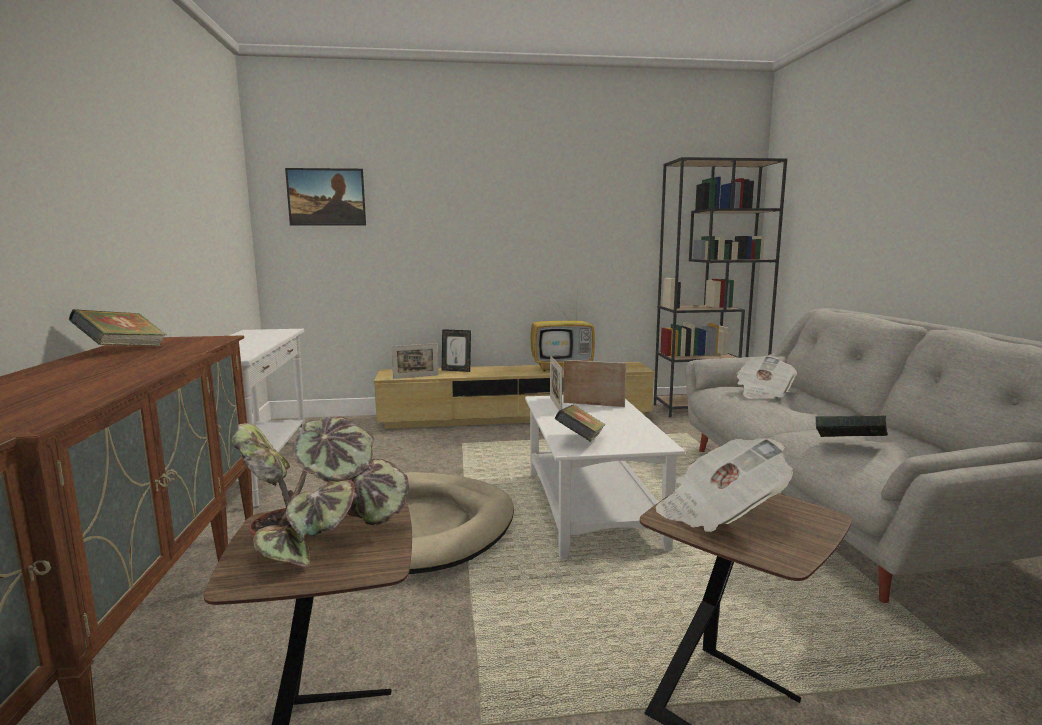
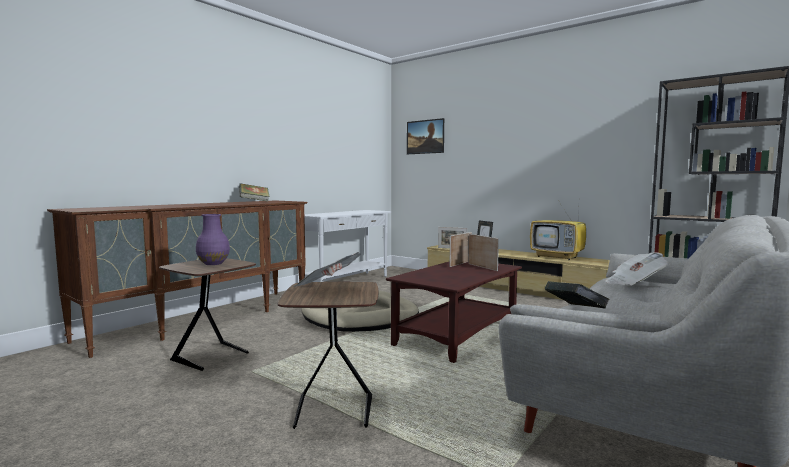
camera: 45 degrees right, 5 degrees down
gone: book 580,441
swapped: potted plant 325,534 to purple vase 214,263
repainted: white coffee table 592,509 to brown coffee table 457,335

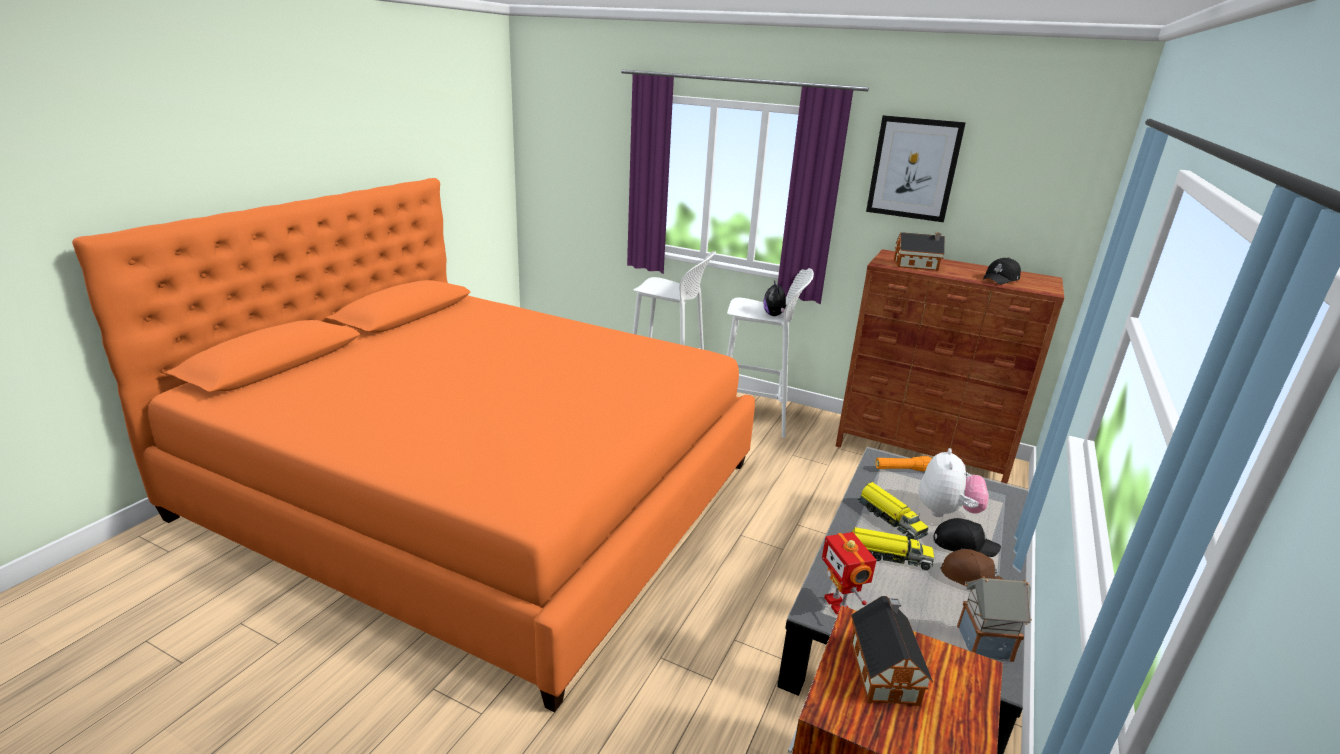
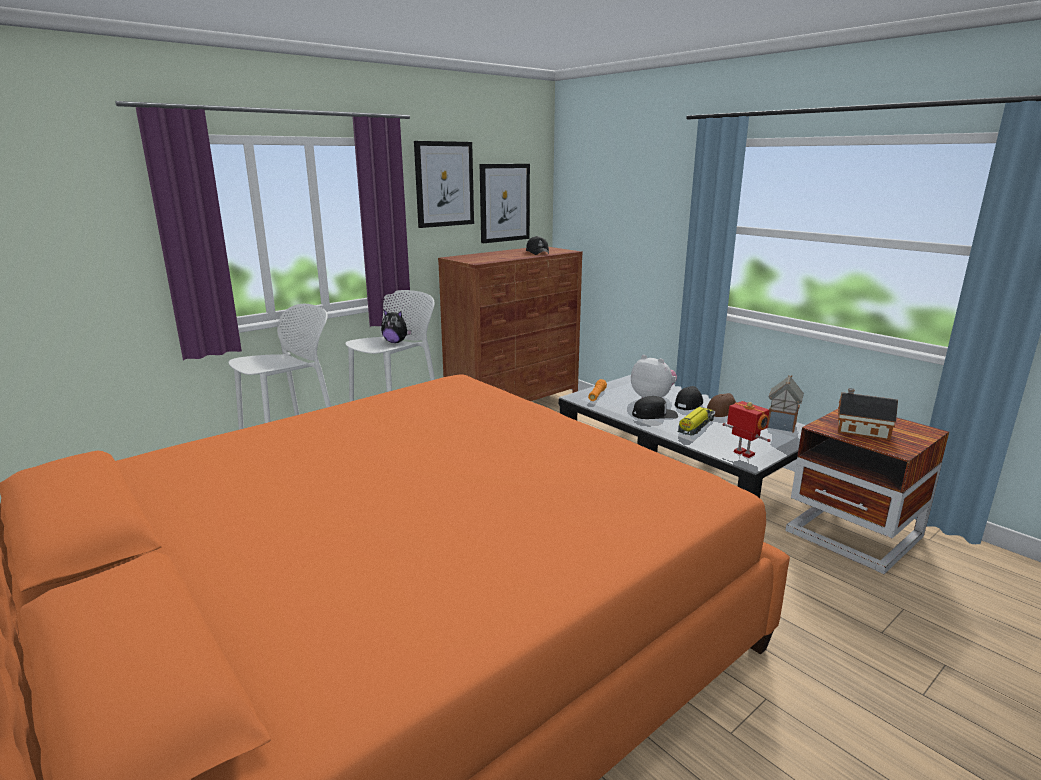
camera: 65 degrees left, 5 degrees down
gone: toy house 917,265
new: picture 504,203
swapped: toy truck 890,519 to black cap 654,415
rotated: toy robot 838,604 = 743,453 135 degrees counterclockwise

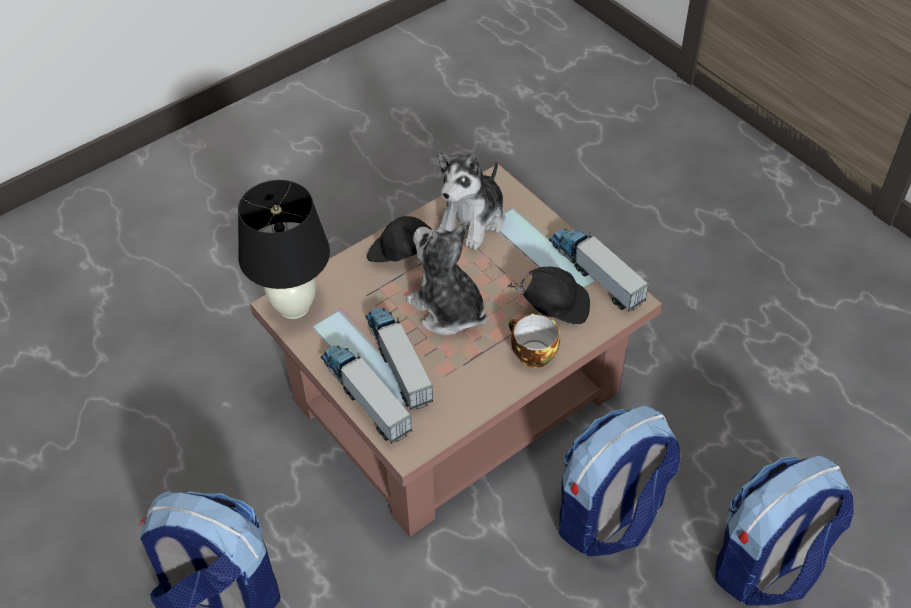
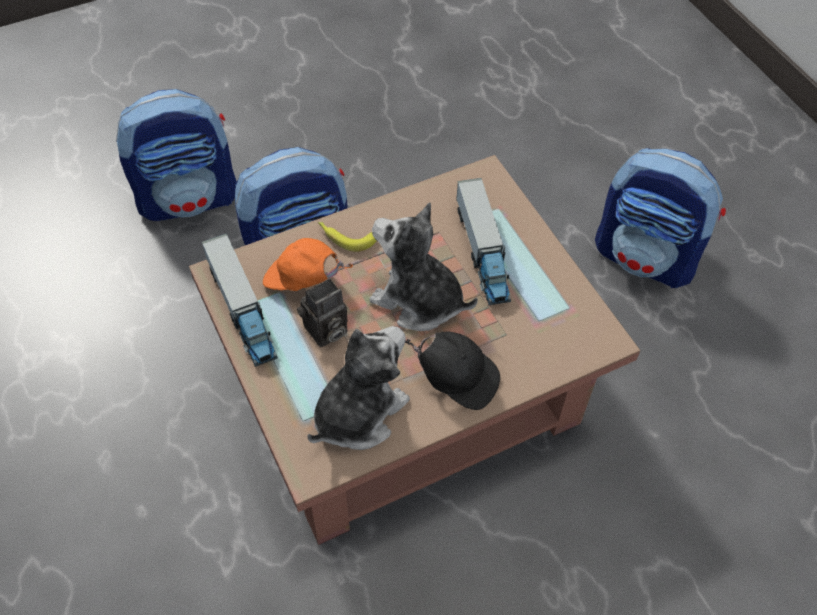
camera: 170 degrees left, 5 degrees up
gone: black table lamp 294,307; toy truck 365,397
new: photo camera 325,332
swapped: cup 531,354 to banana 346,237
repainted: black cap 554,306 to orange cap 303,281
rotated: plush toy 448,309 = 418,301 150 degrees clockwise

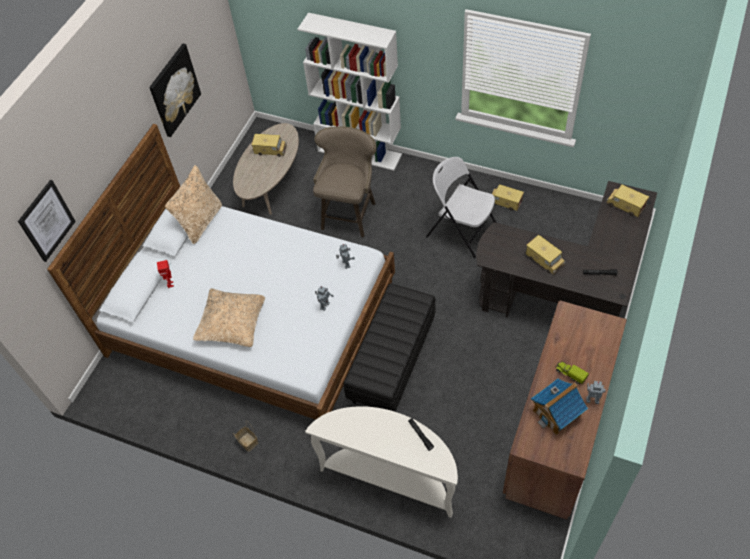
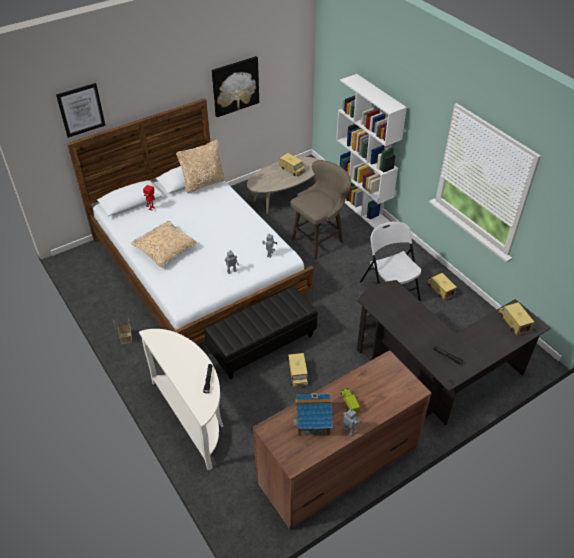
camera: 30 degrees right, 10 degrees down
shifted: toy truck 544,260 to 298,375

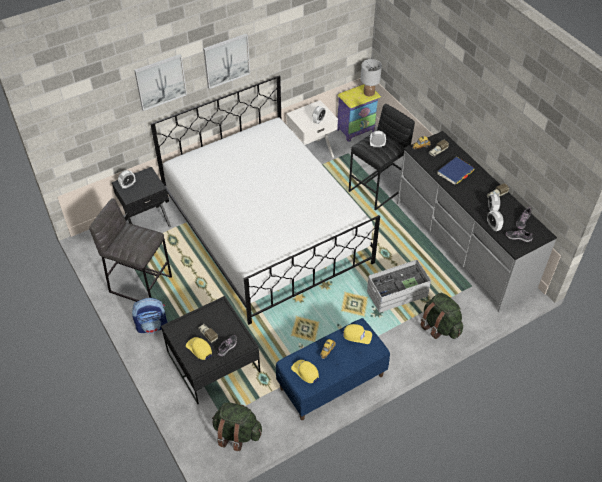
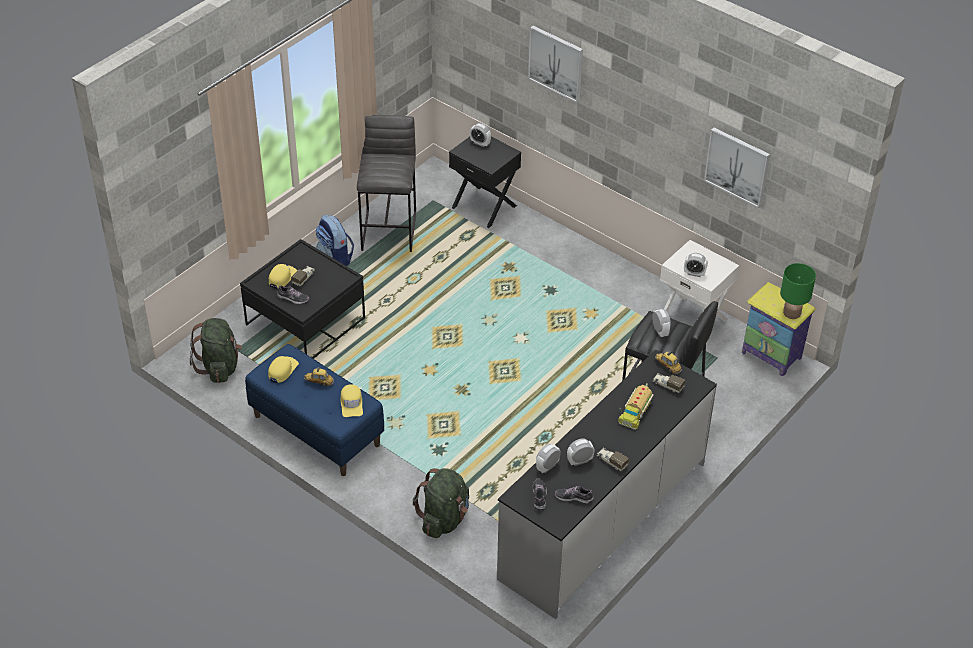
camera: 70 degrees right, 5 degrees down
gone: white bed 266,231; grey storage box 397,294
shifted: picture 226,60 to 737,166
swapped: blue book 455,172 to toy truck 635,411
repainted: grey table lamp 369,92 to green table lamp 792,313

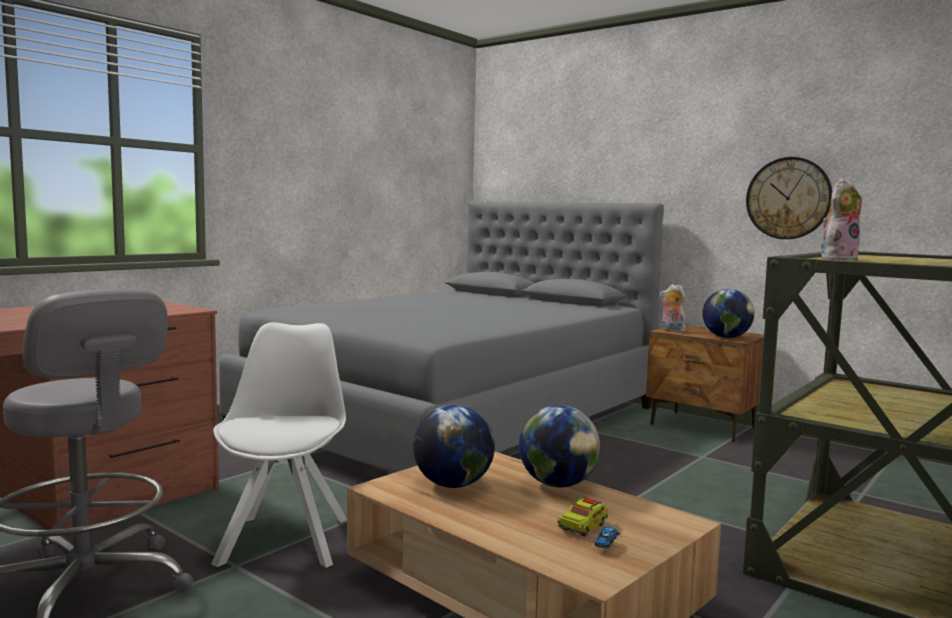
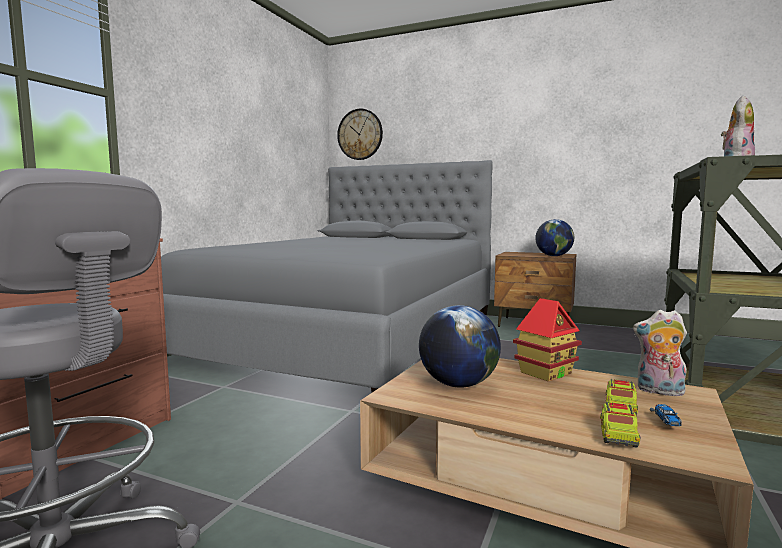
camera: 15 degrees left, 0 degrees up
gone: white chair 286,540
new: toy truck 618,435
shifted: plush toy 671,330 to 659,391; wall clock 788,198 to 360,134
swapped: globe 557,484 to toy house 545,373

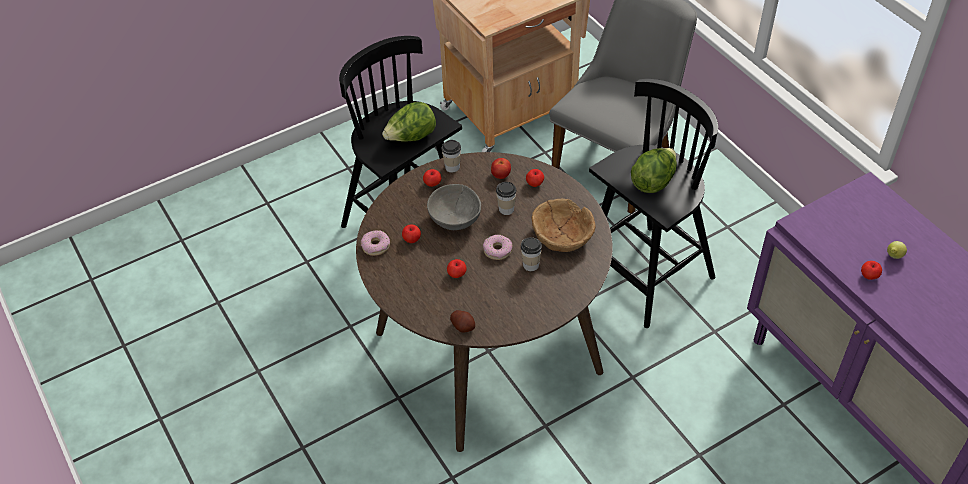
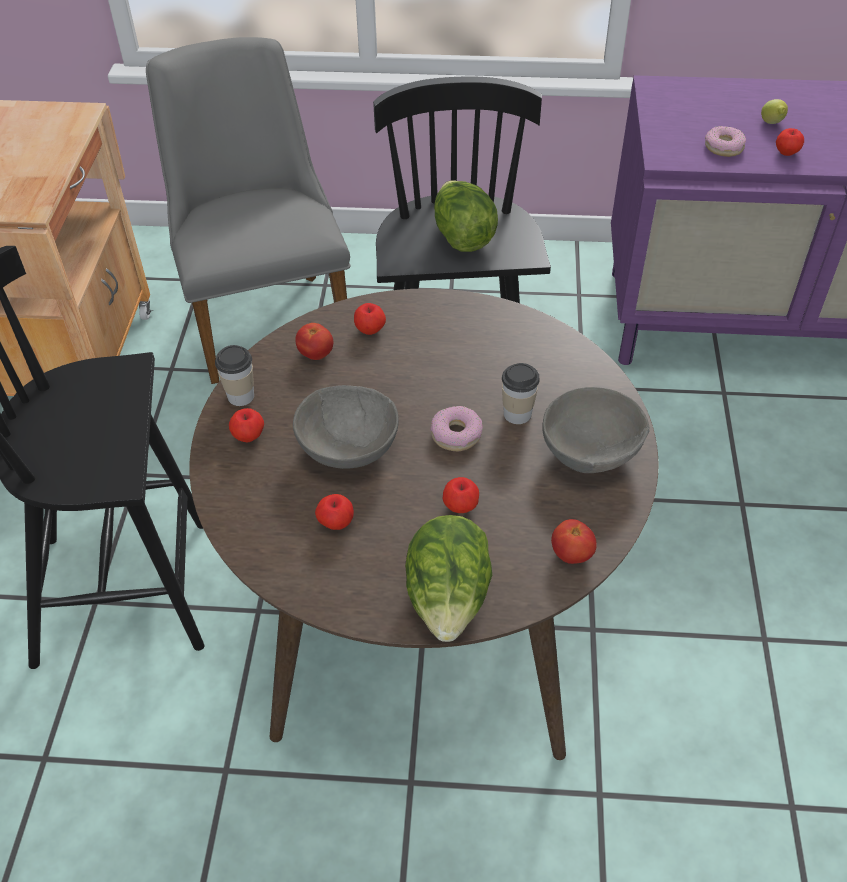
camera: 55 degrees left, 0 degrees up
gone: cup 506,209; brown bowl 562,236
new: grey bowl 591,452
shifted: donut 375,246 to 724,147; lettuce 411,138 to 448,599
swapped: potato 463,326 to tomato 571,554

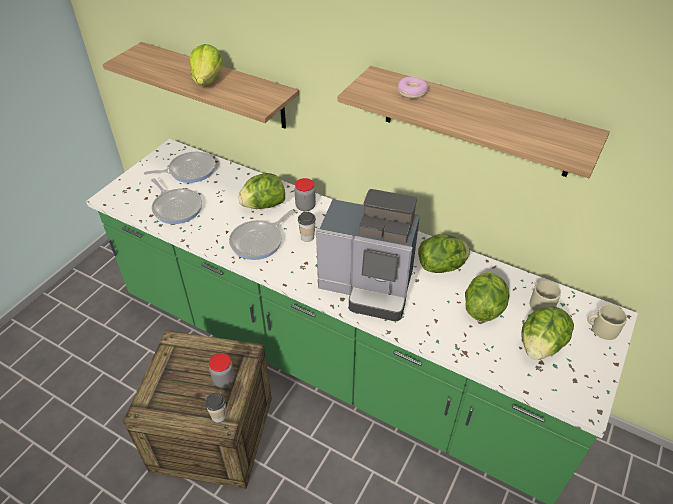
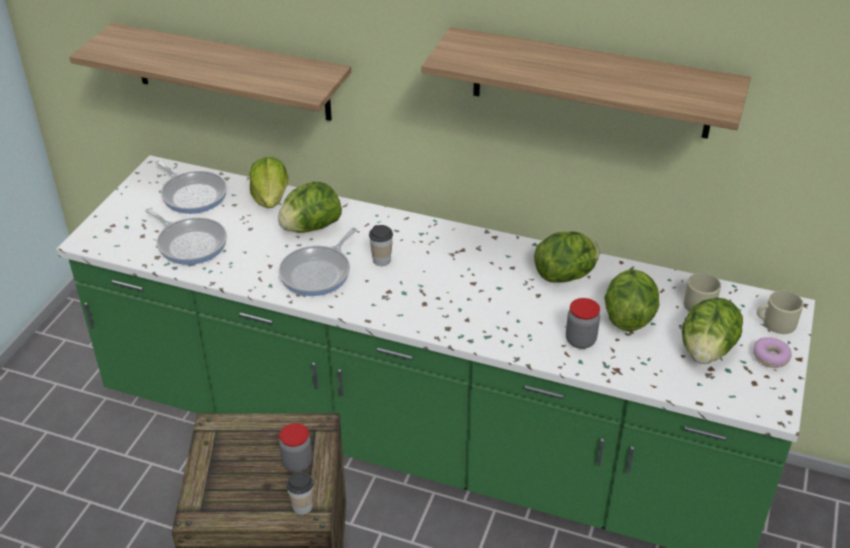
camera: 10 degrees left, 5 degrees down
gone: coffee machine 368,286
shifted: lettuce 208,80 to 271,198; jar 305,206 to 580,340; donut 412,93 to 770,357
rotated: frying pan 189,170 = 193,194 75 degrees clockwise

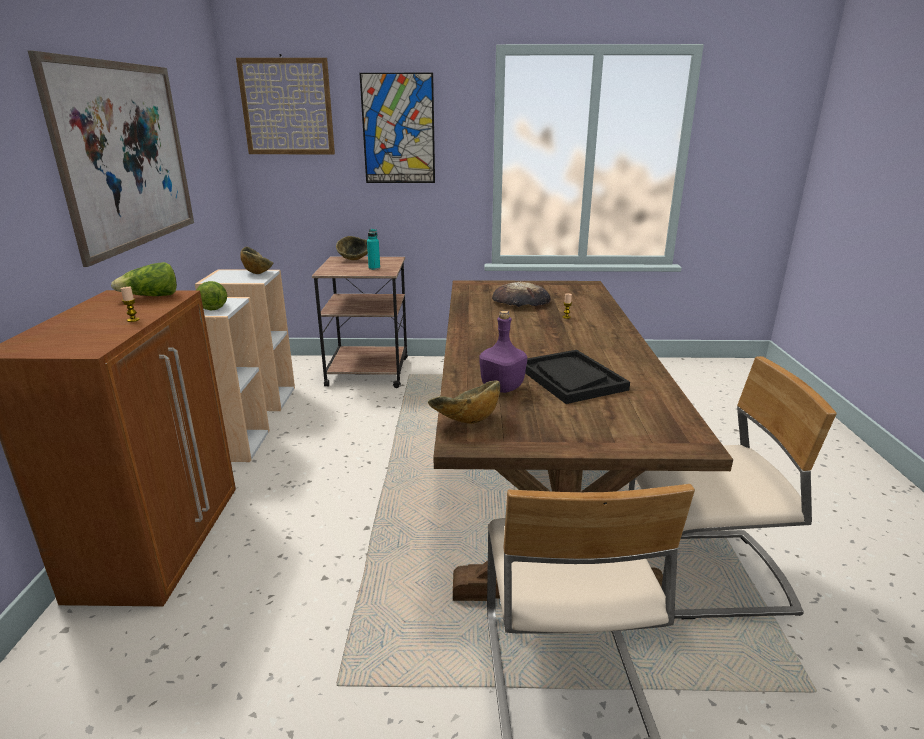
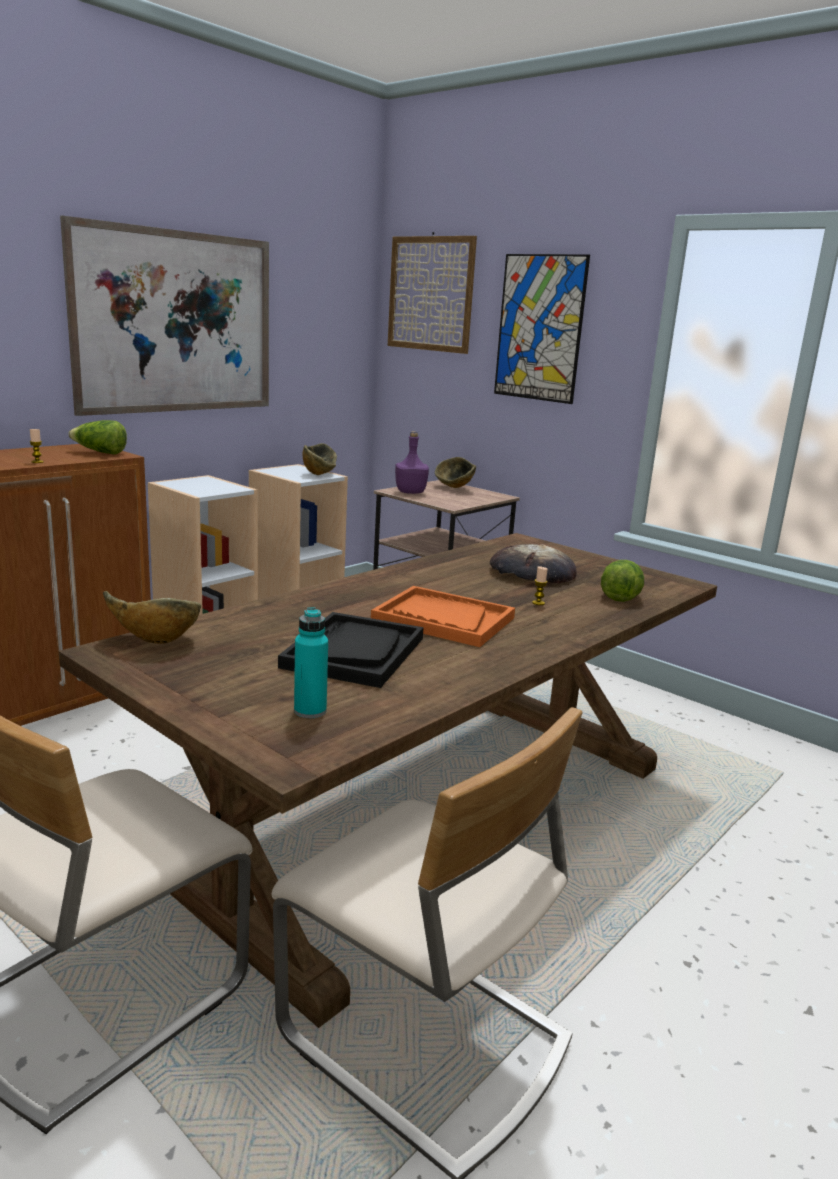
camera: 40 degrees right, 5 degrees down
new: orange tray 443,619
shifted: lettuce 212,306 to 620,595; turquoise bottle 374,268 to 310,711; purple bottle 502,387 to 411,492

